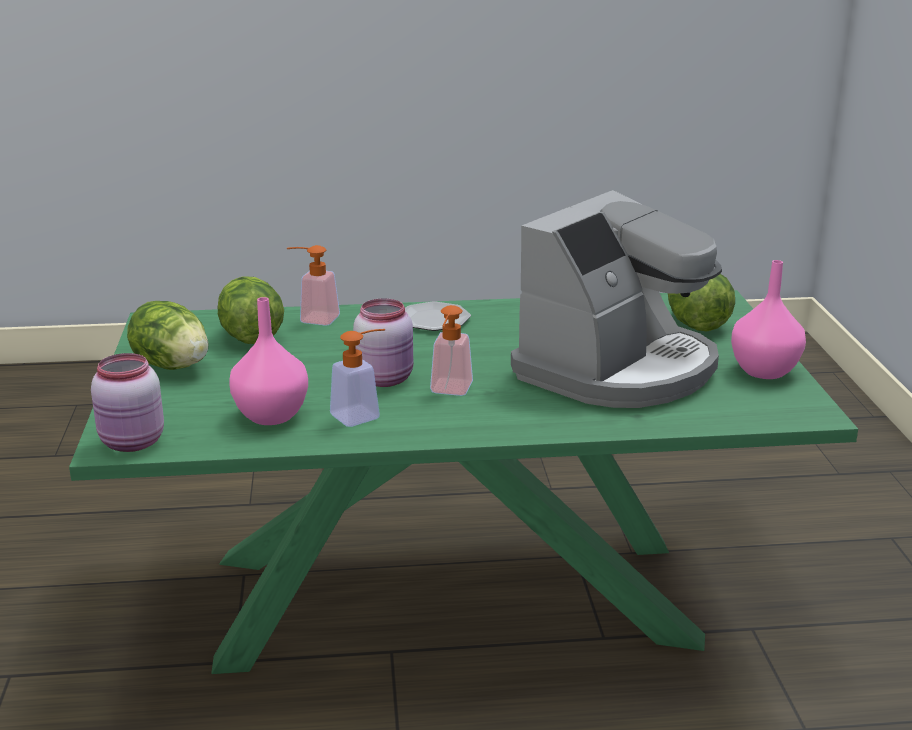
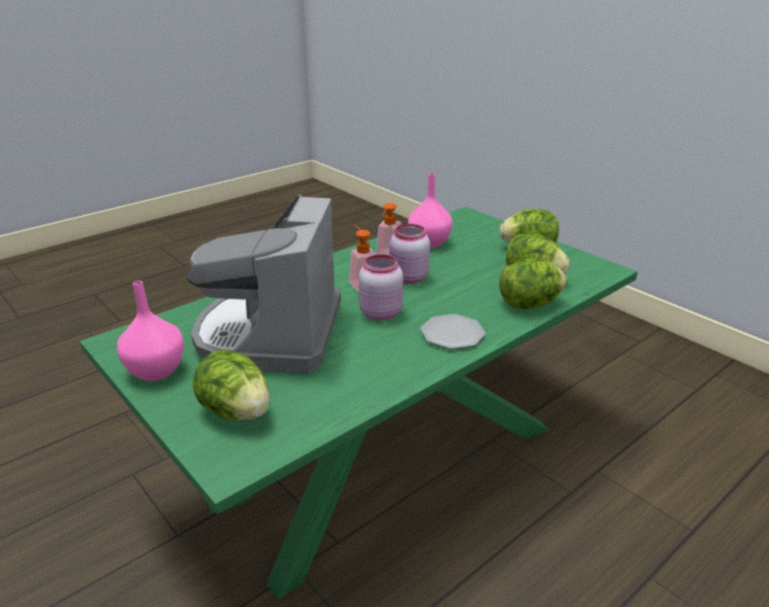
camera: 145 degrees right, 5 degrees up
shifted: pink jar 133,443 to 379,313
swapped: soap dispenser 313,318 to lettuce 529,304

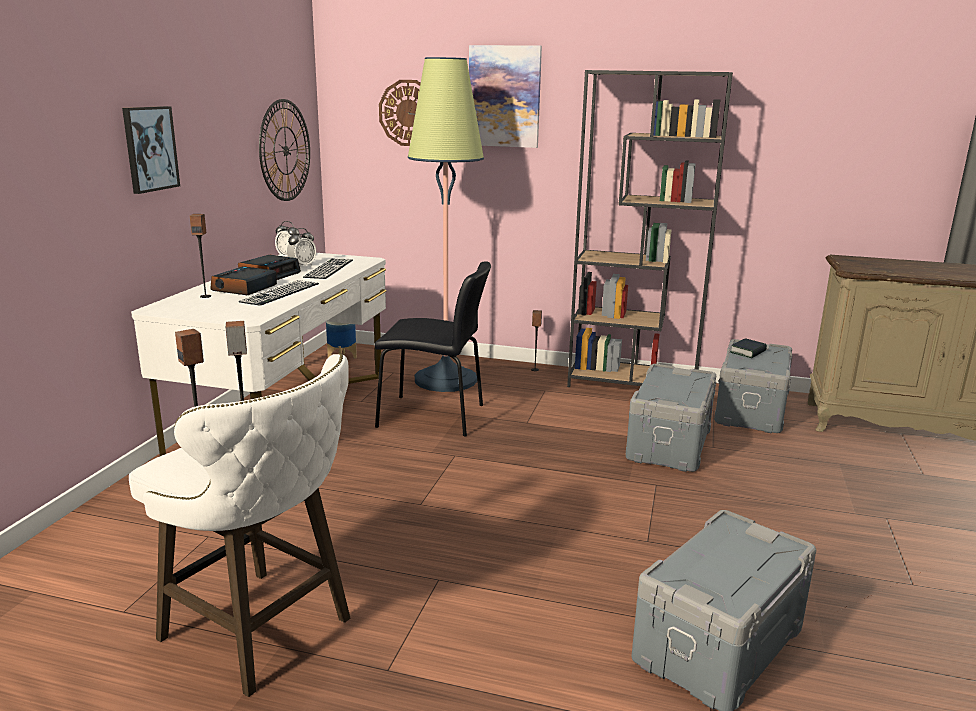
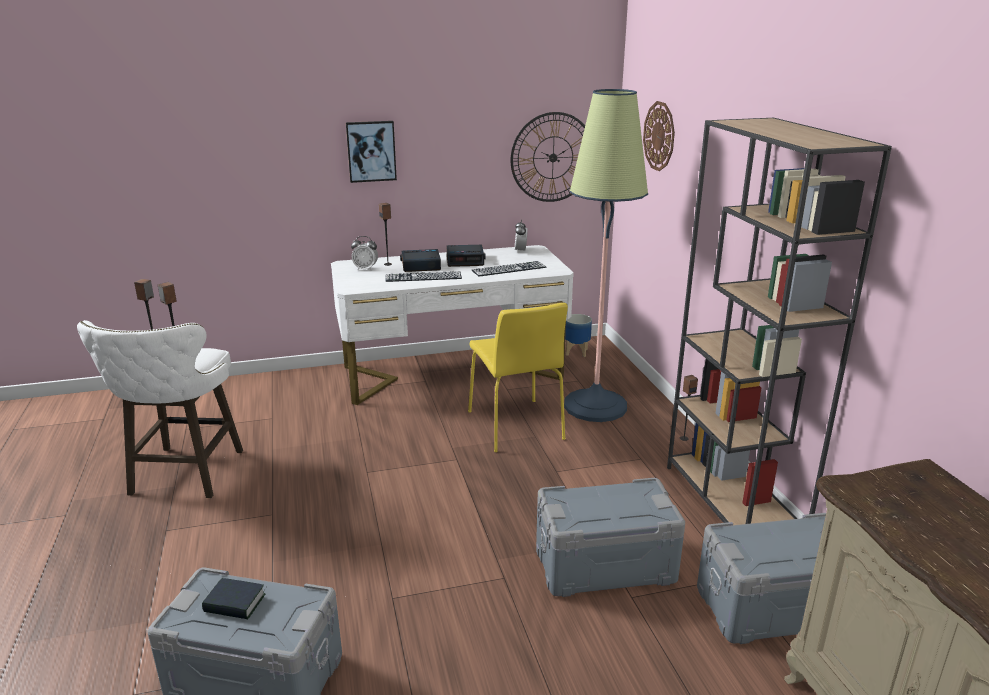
camera: 60 degrees right, 5 degrees up
gone: picture 504,96
shifted: alarm clock 302,266 to 365,269; book 748,352 to 235,603
repainted: black chair 435,416 to yellow chair 517,427

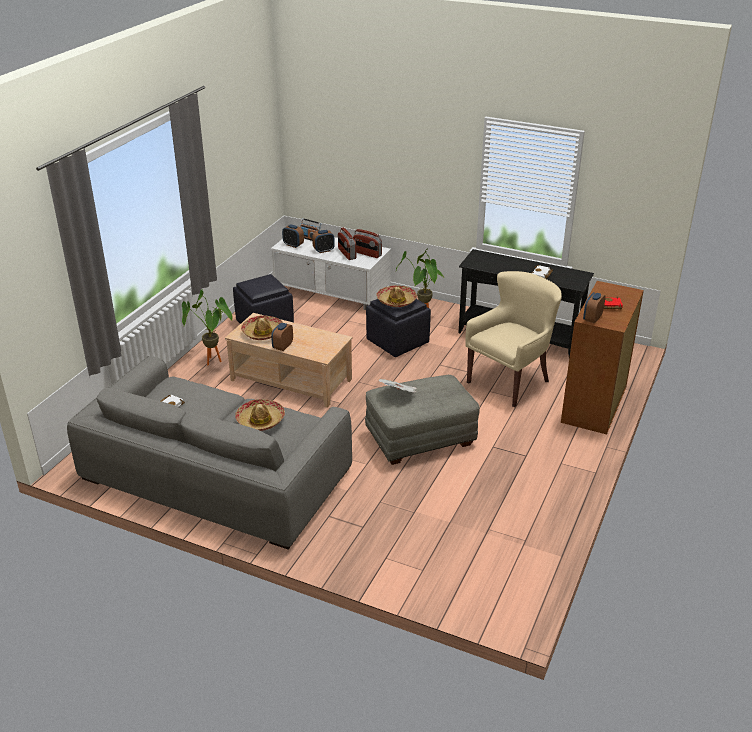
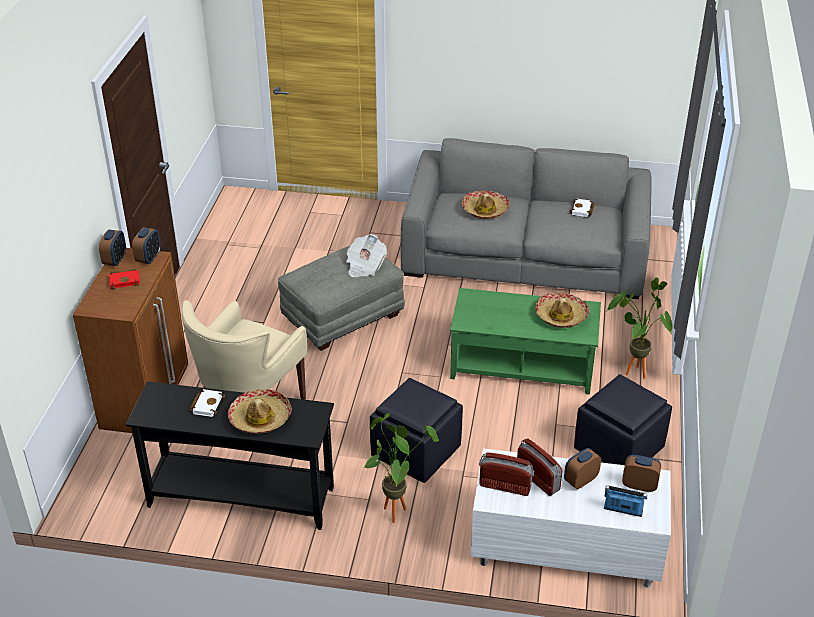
camera: 165 degrees right, 5 degrees up
shifted: alarm clock 282,346 to 115,260; hat 396,301 to 260,418
repainted: beige coffee table 290,380 to green coffee table 523,363

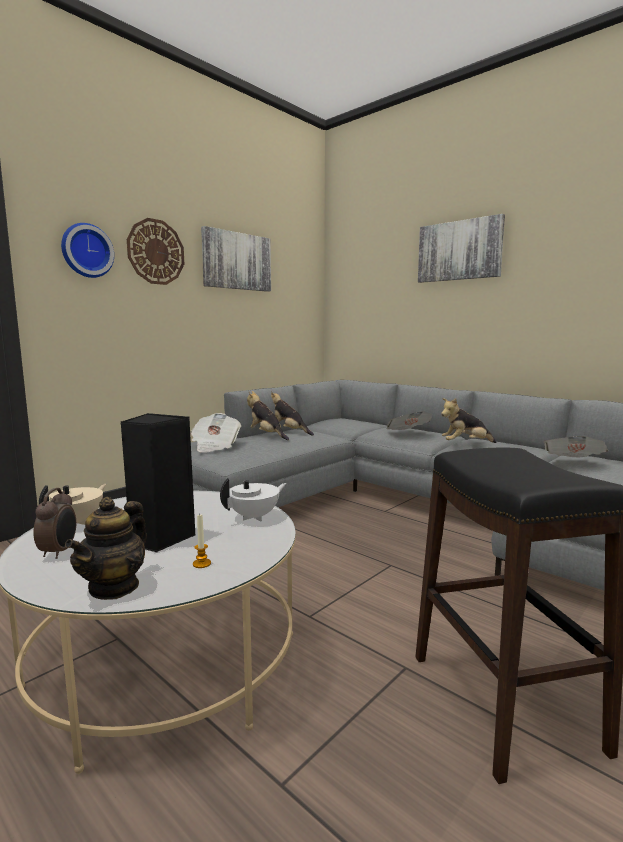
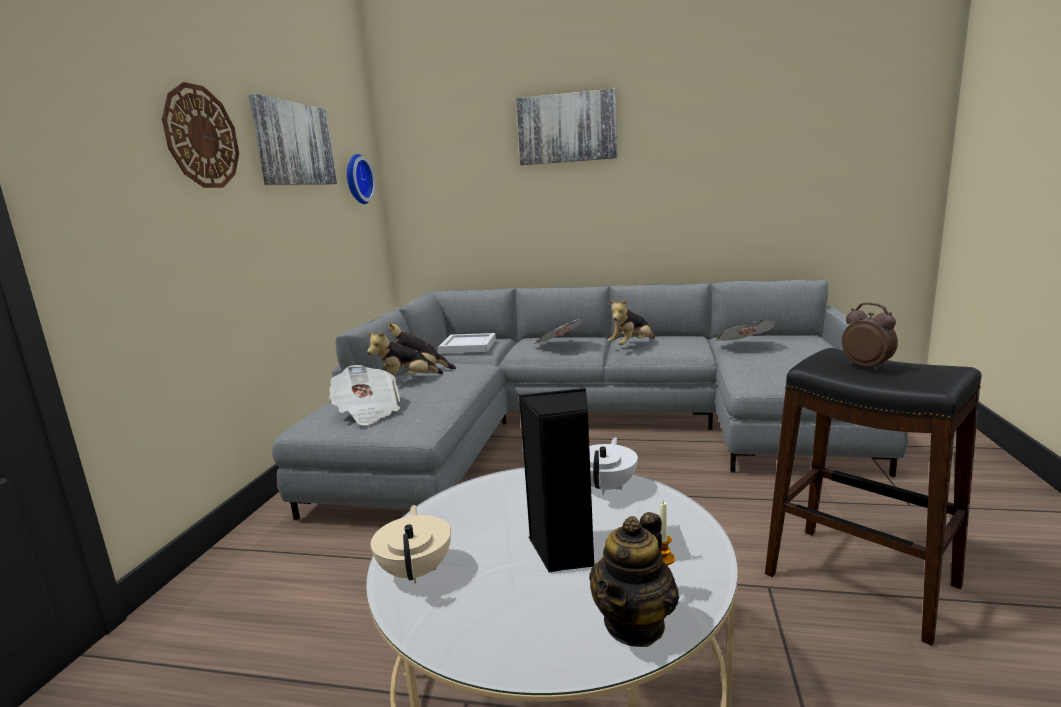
camera: 30 degrees left, 5 degrees up
new: white tray 467,345
shifted: alarm clock 59,552 to 867,367; wall clock 86,251 to 356,179
rotated: teapot 114,587 = 635,624 45 degrees clockwise; plush toy 266,435 = 406,382 45 degrees counterclockwise

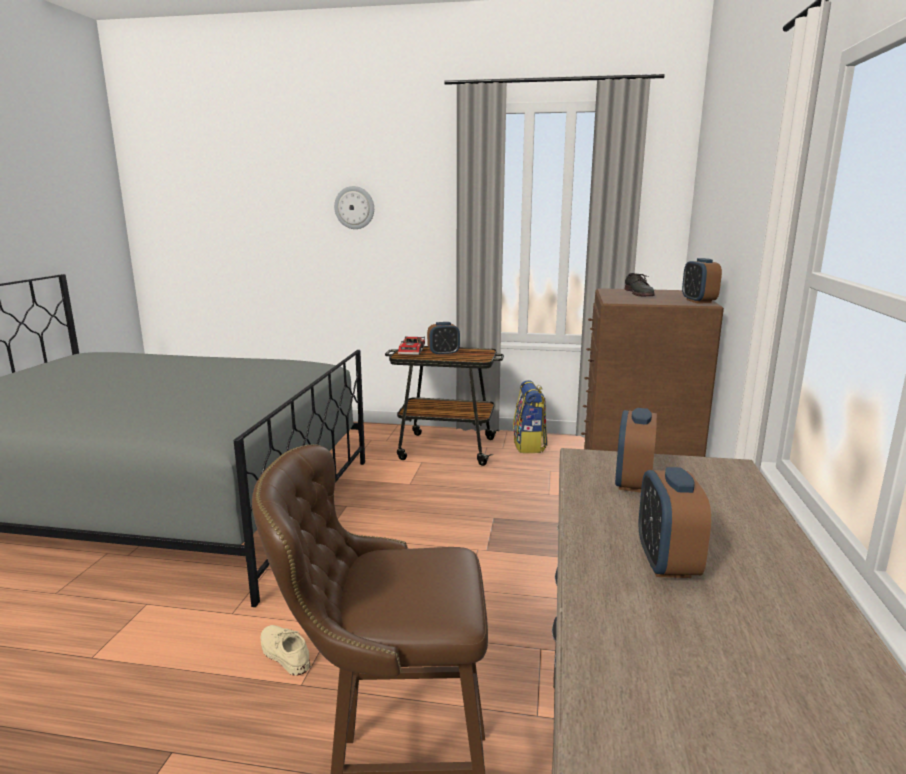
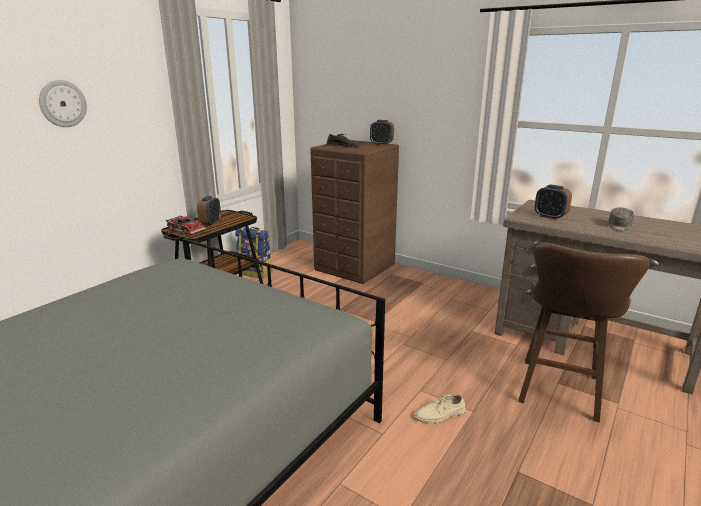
camera: 65 degrees left, 5 degrees up
swapped: alarm clock 666,563 to grey cap 619,226

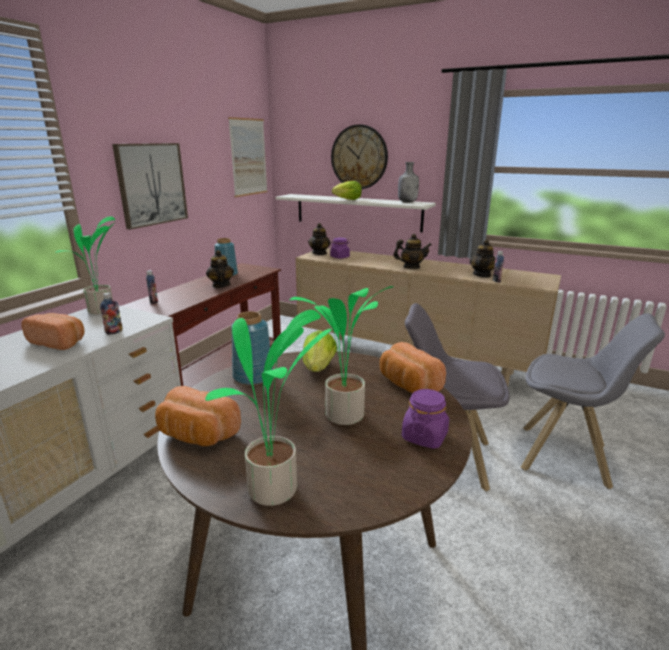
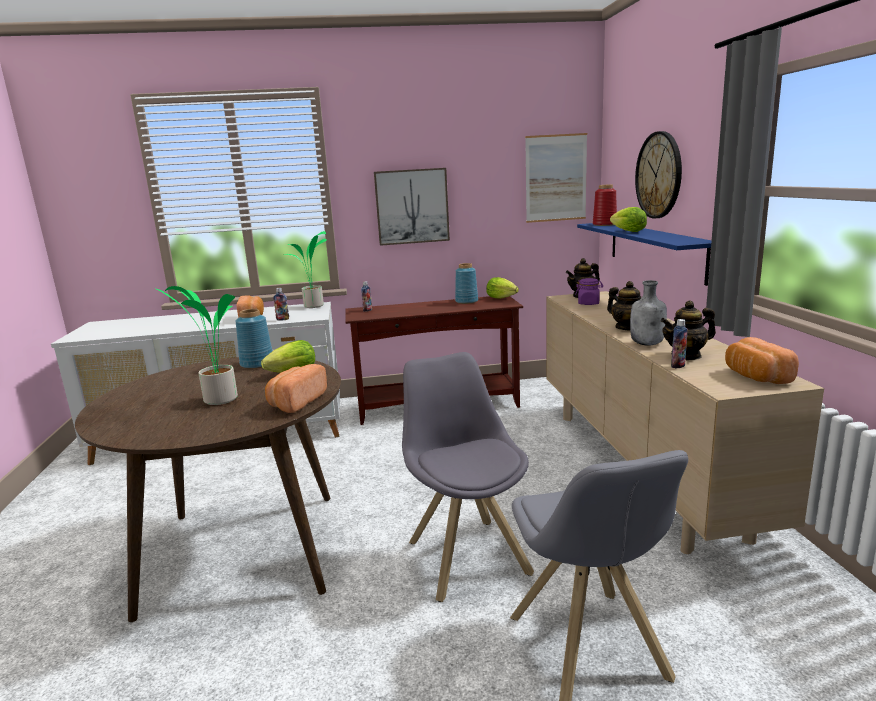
camera: 55 degrees right, 5 degrees down
gone: potted plant 276,491; teapot 221,285; purple jar 424,436
new: lettuce 501,298; red vase 604,224
shifted: bread 196,435 to 755,377; grey bottle 407,202 to 647,344
repainted: white shelf 357,212 to blue shelf 654,249

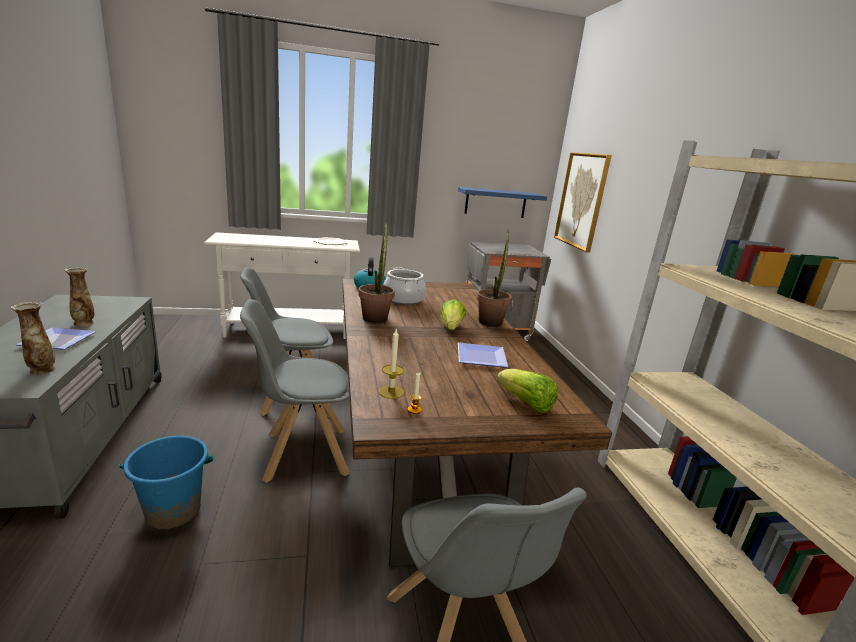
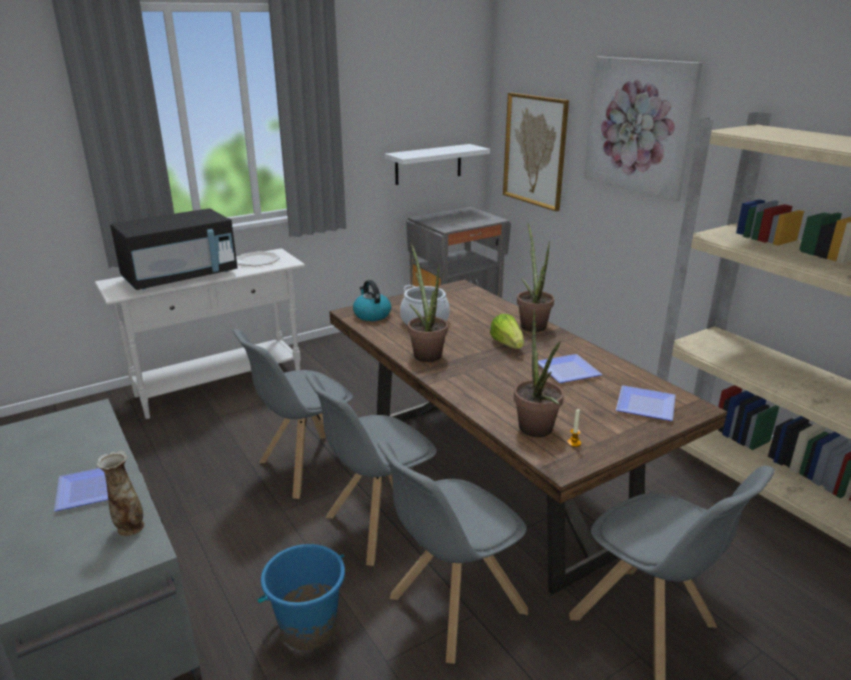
camera: 20 degrees left, 5 degrees up
gone: vase 84,323
new: black microwave 181,277; grey chair 452,607; picture 639,126
swapped: candle 391,392 to potted plant 537,432; lettuce 526,404 to plate 647,407
repainted: blue shelf 495,203 to white shelf 428,164

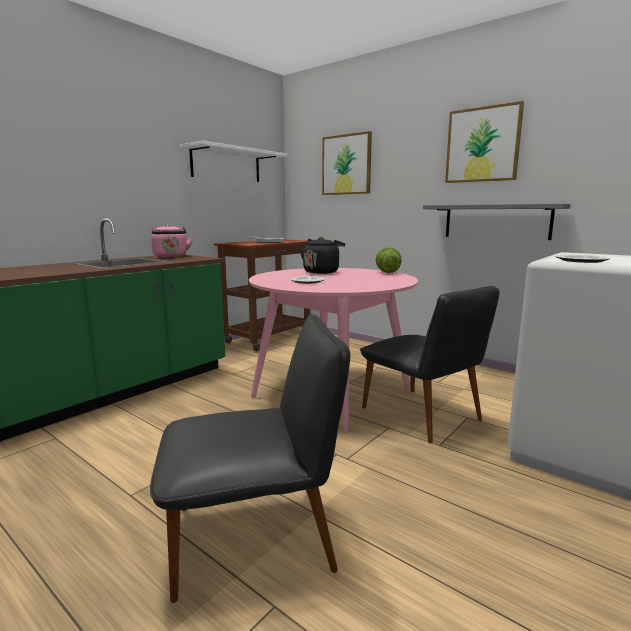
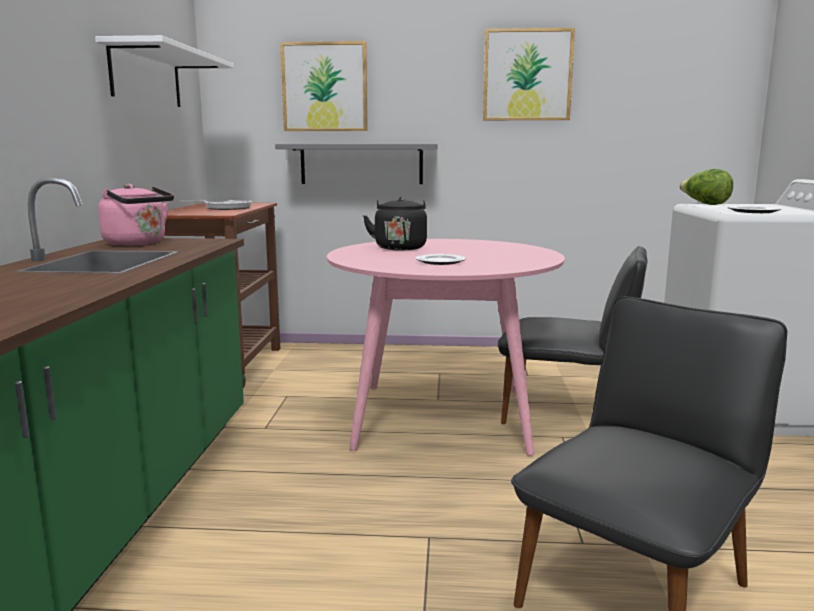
camera: 35 degrees left, 0 degrees up
shifted: lettuce 387,272 to 705,204; grey shelf 496,221 to 361,164

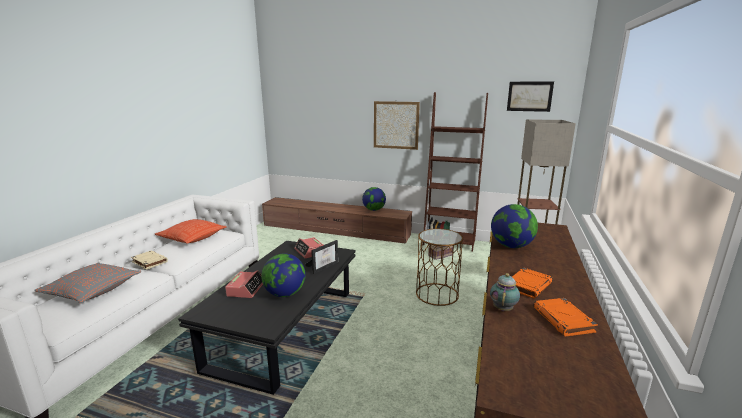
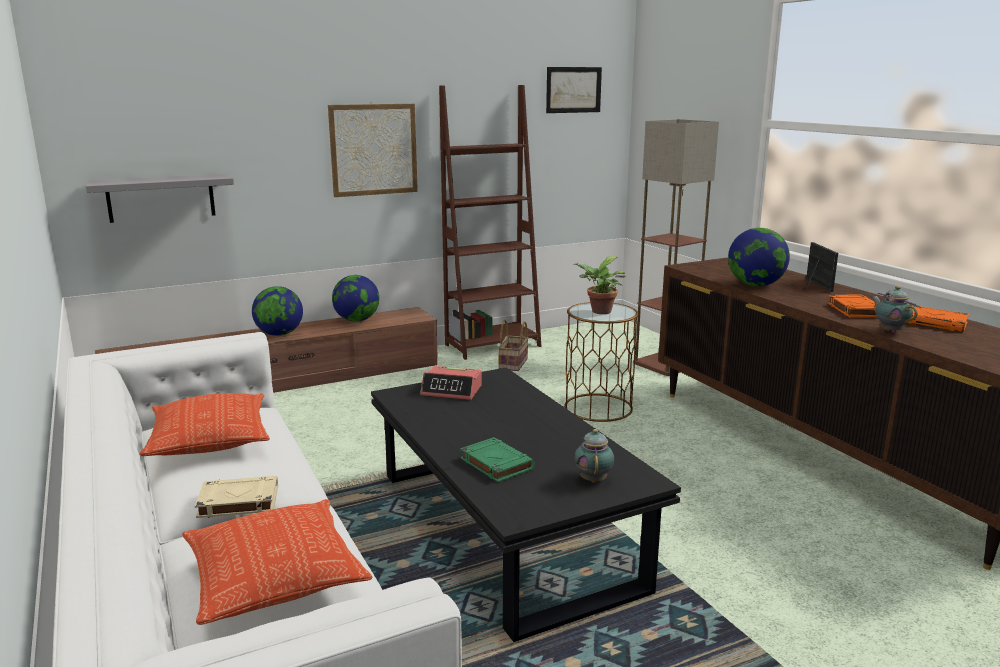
camera: 45 degrees left, 0 degrees up
new: grey shelf 161,198; potted plant 599,312; teapot 593,479
shifted: globe 285,294 to 279,334; picture frame 323,266 to 813,285
swapped: alarm clock 246,289 to green book 495,464
repainted: grey pillow 93,291 to orange pillow 274,579

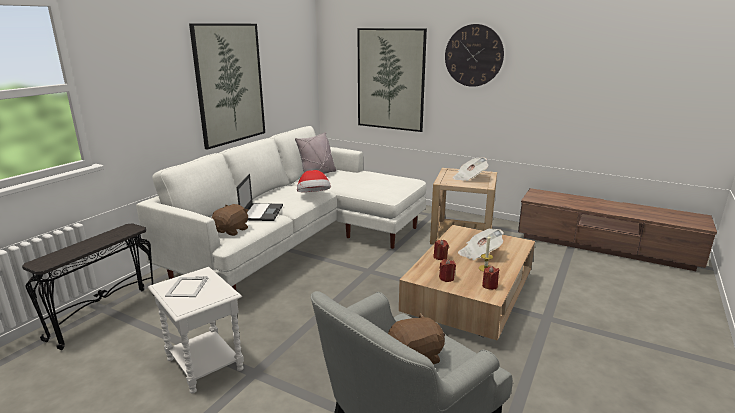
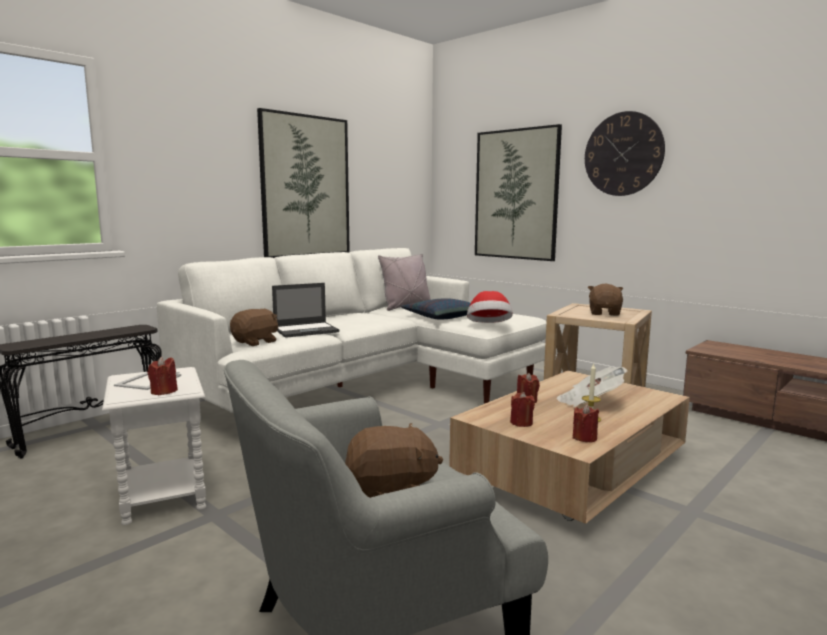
camera: 15 degrees right, 10 degrees down
new: red candle 164,391; blue pillow 441,317
shifted: hat 314,196 to 489,326
swapped: newspaper 469,178 to brown plush toy 605,313
rotated: laptop 262,212 = 306,330 45 degrees clockwise

